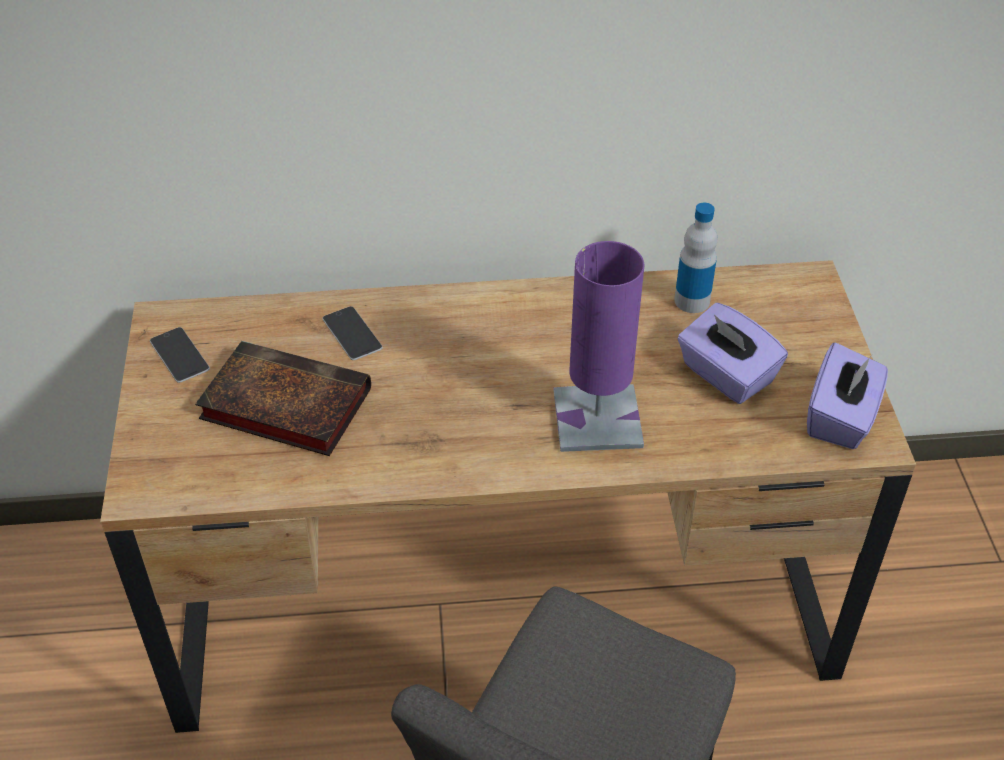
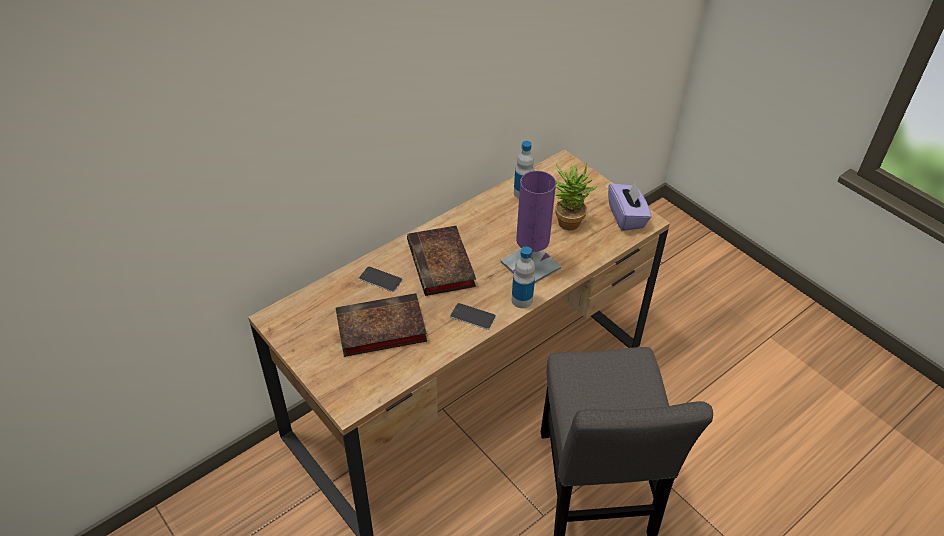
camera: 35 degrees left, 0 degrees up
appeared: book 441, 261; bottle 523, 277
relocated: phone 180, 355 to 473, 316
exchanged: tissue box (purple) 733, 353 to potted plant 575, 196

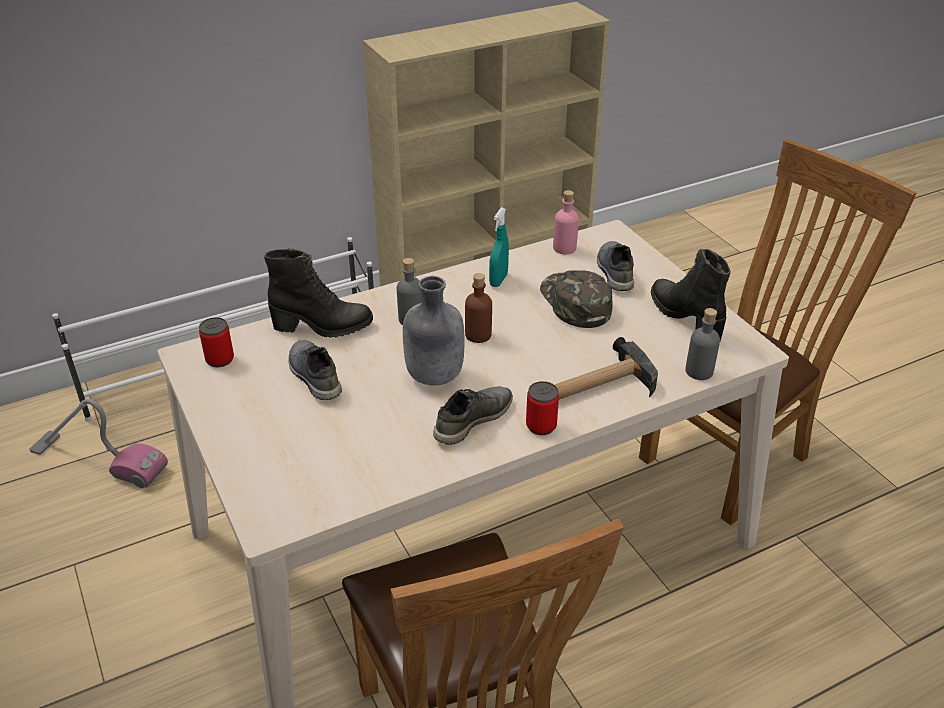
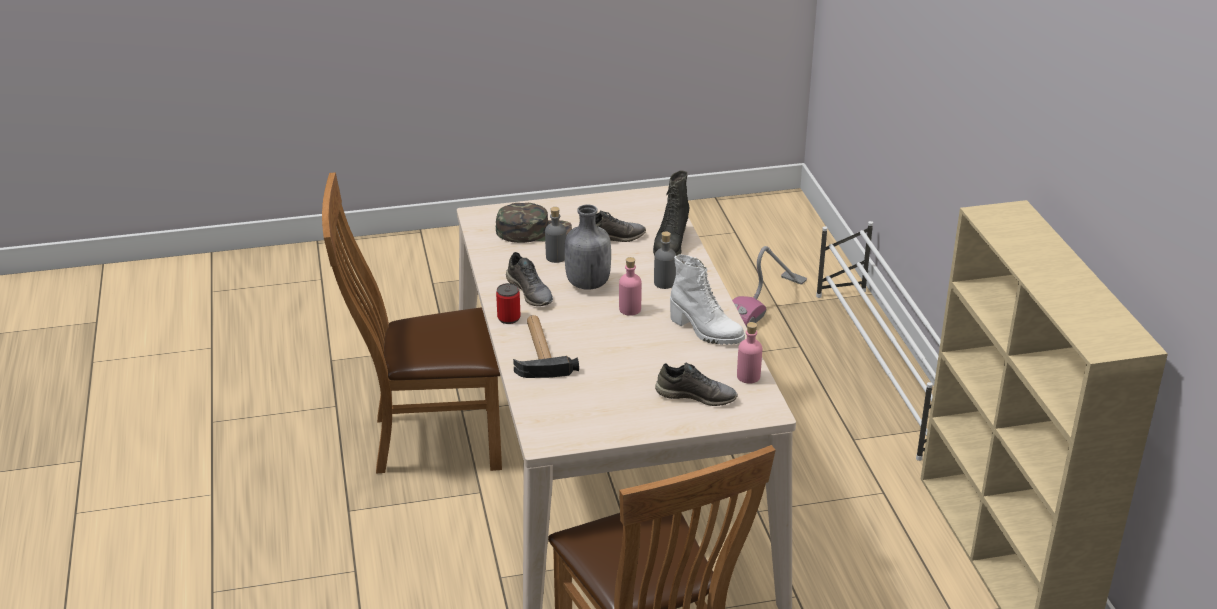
camera: 105 degrees right, 5 degrees down
missing: can 216, 342; boot (black) 691, 295
relocated: cap (green) 576, 299 to 534, 223; bottle (grey) 702, 344 to 555, 235
exchanged: spray bottle (turquoise) 499, 247 to boot (white) 707, 300
colour: bottle (brown) 478, 308 to bottle (pink) 630, 286

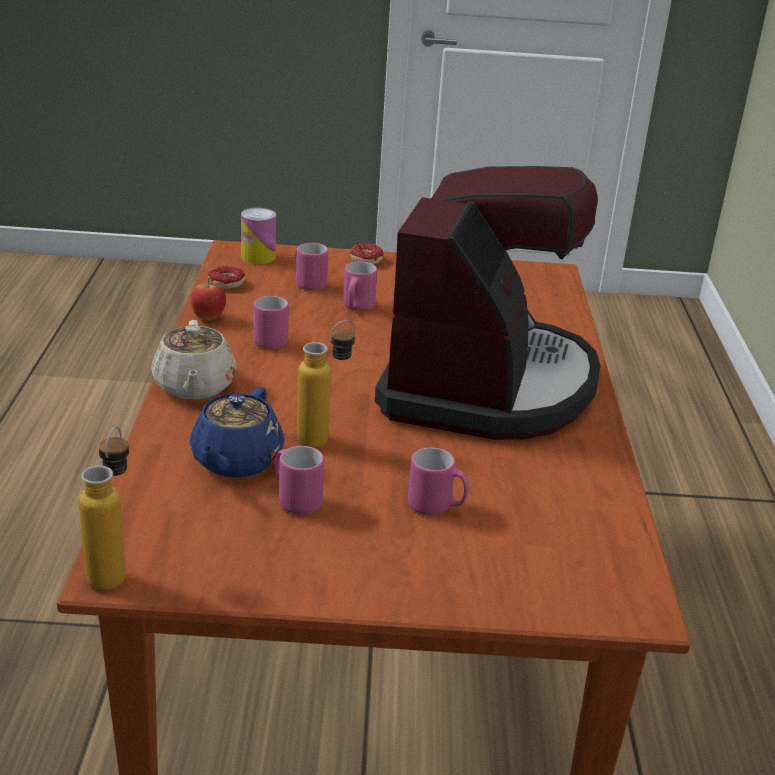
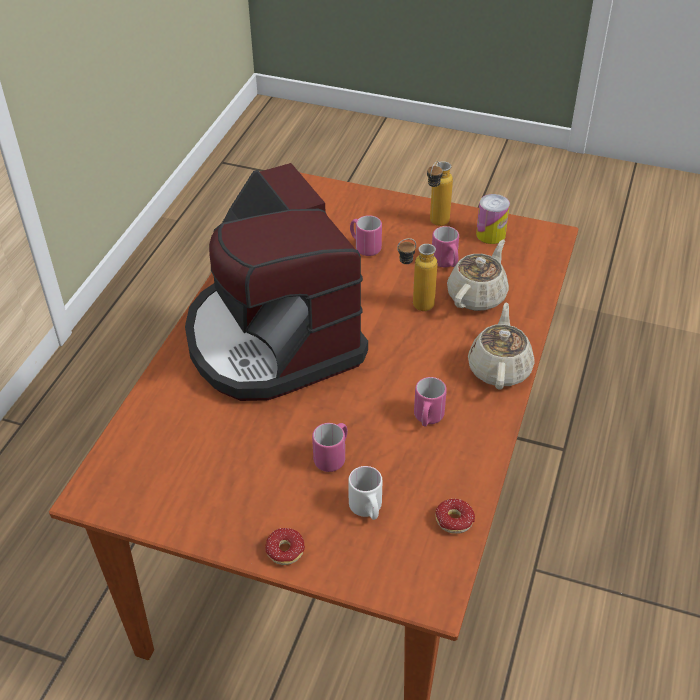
camera: 160 degrees left, 15 degrees up
missing: apple 208, 299
relocated: bottle 104, 509 to 440, 193; can 258, 236 to 493, 219
colour: teapot (blue) 237, 432 to teapot (beige) 478, 275; mug (pink) 311, 266 to mug (white) 365, 493
spun: coffee machine 487, 303 = 276, 282 60 degrees counterclockwise

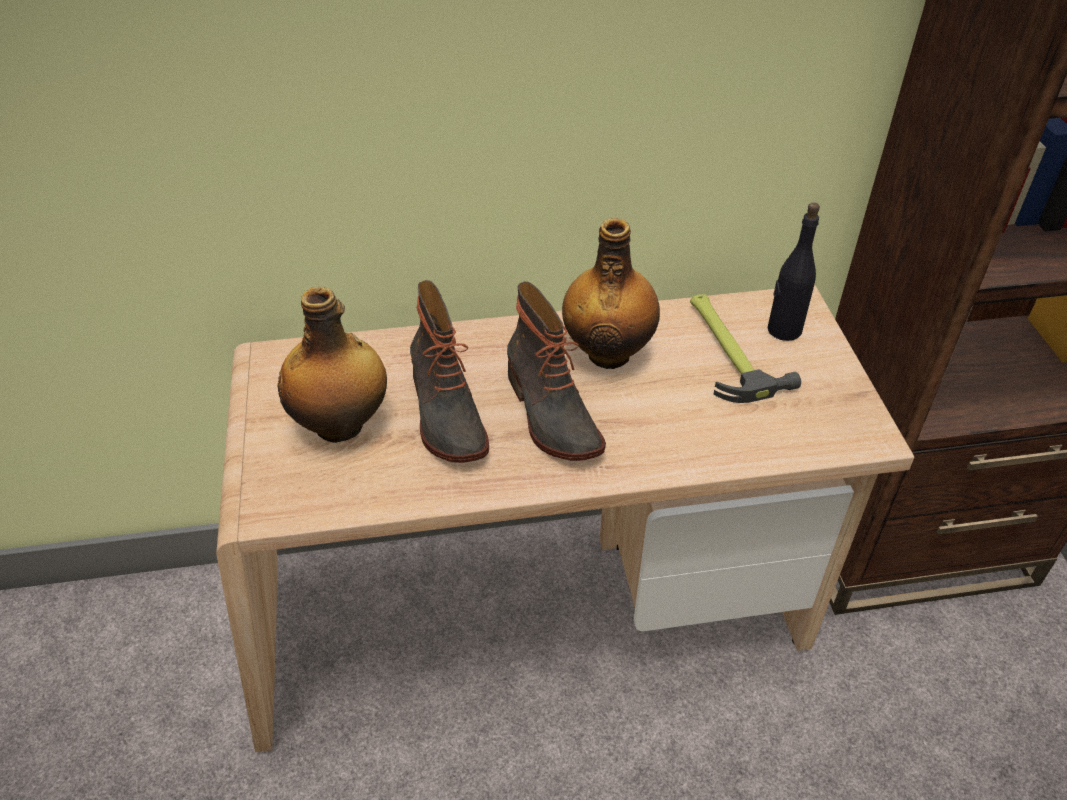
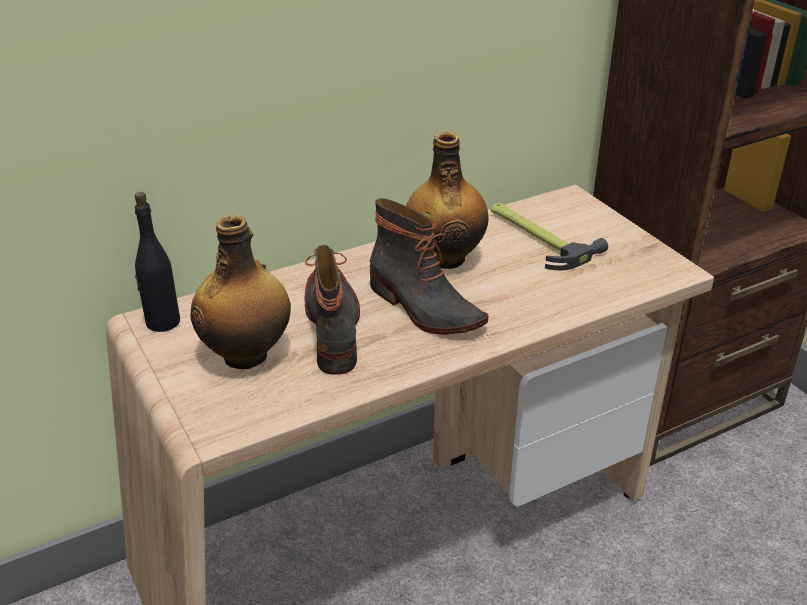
camera: 20 degrees left, 10 degrees down
relocated: bottle (black) 794, 272 to 157, 262
spun: boot 449, 371 = 332, 310 150 degrees counterclockwise

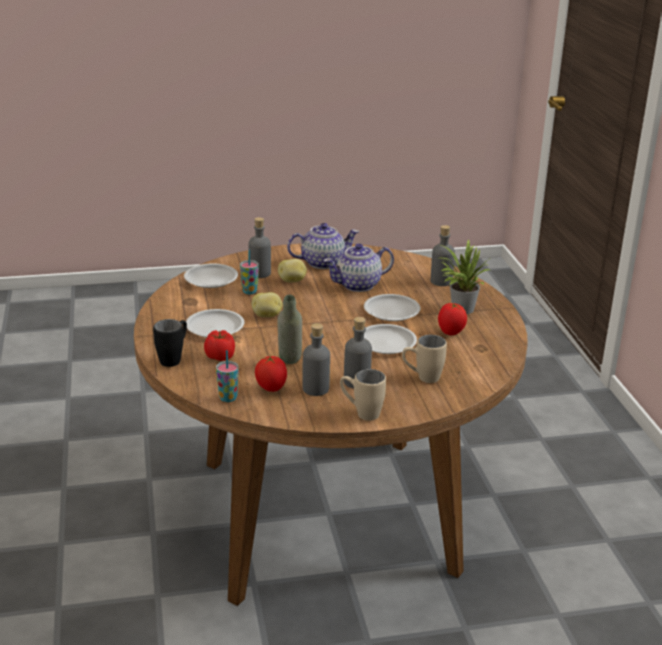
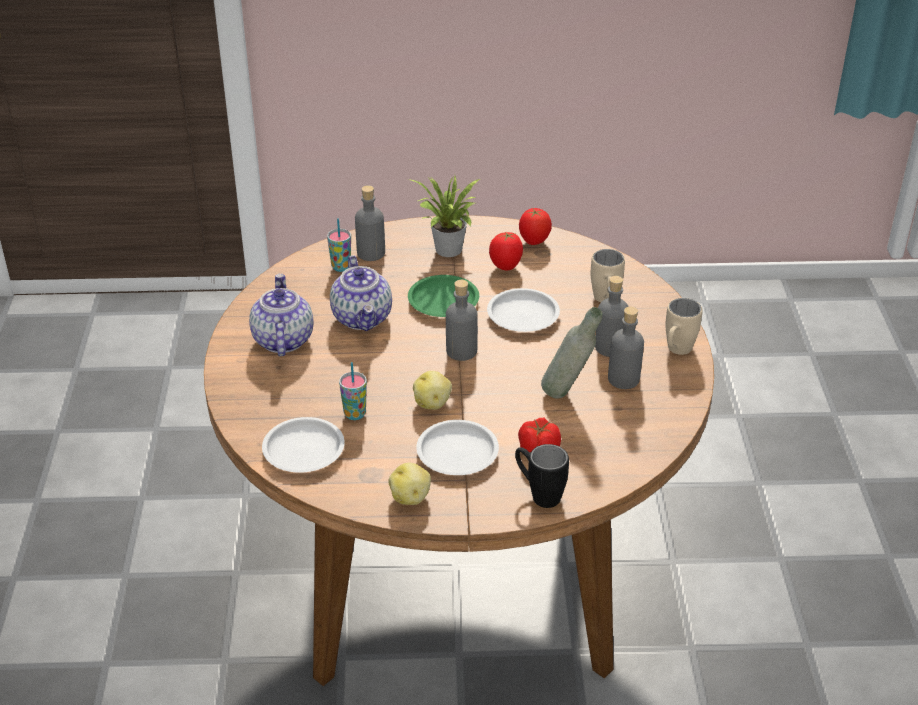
camera: 80 degrees left, 10 degrees up
relocated: cup 227, 376 to 339, 245; bottle (grey) 259, 247 to 462, 320; tomato 271, 373 to 535, 226; potato 292, 270 to 410, 484
colour: plate (white) 392, 307 to plate (green) 443, 296

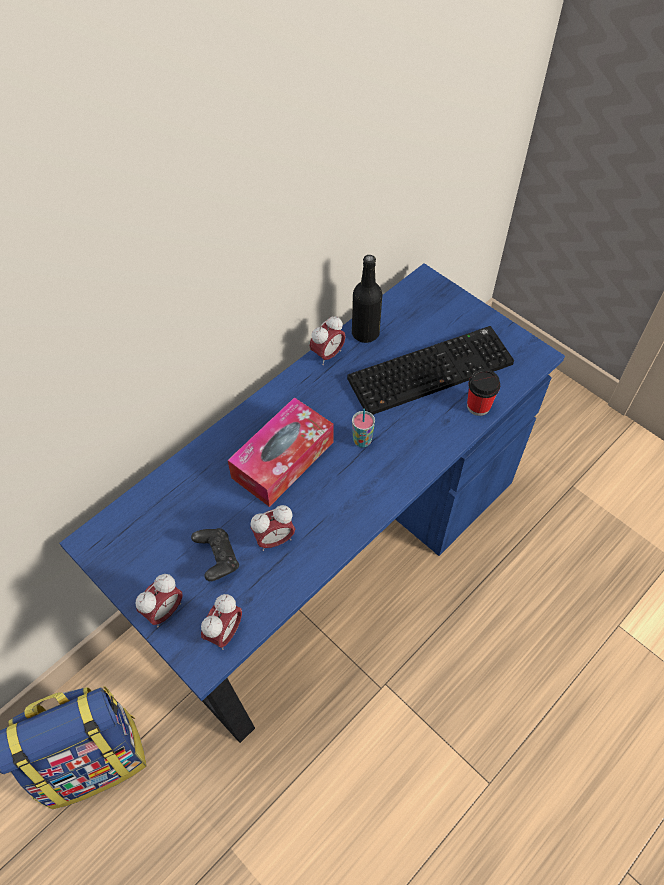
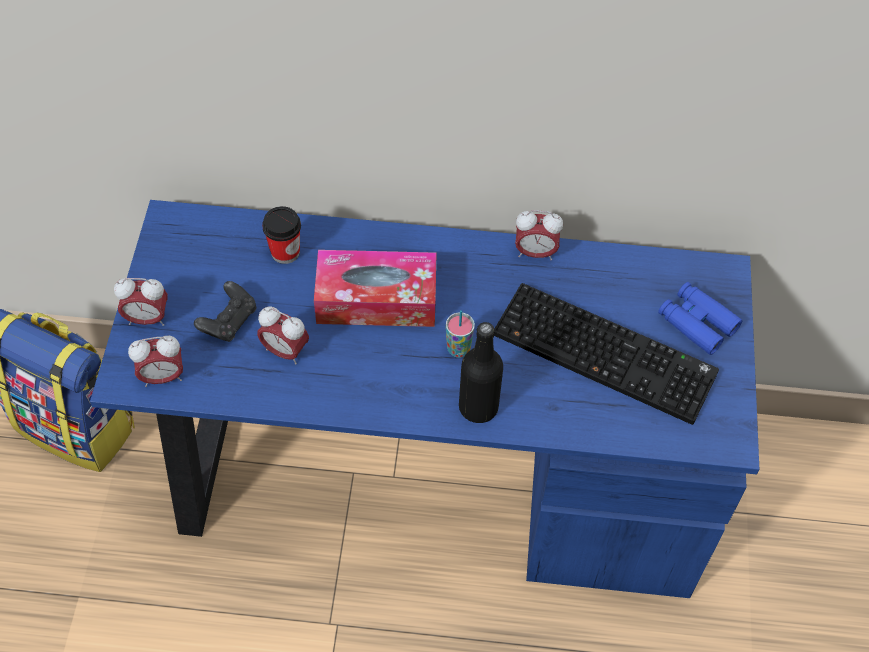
camera: 50 degrees right, 0 degrees up
appeared: binoculars (blue) 700, 318
relocated: bottle (black) 367, 299 to 481, 372; cup 483, 392 to 281, 235

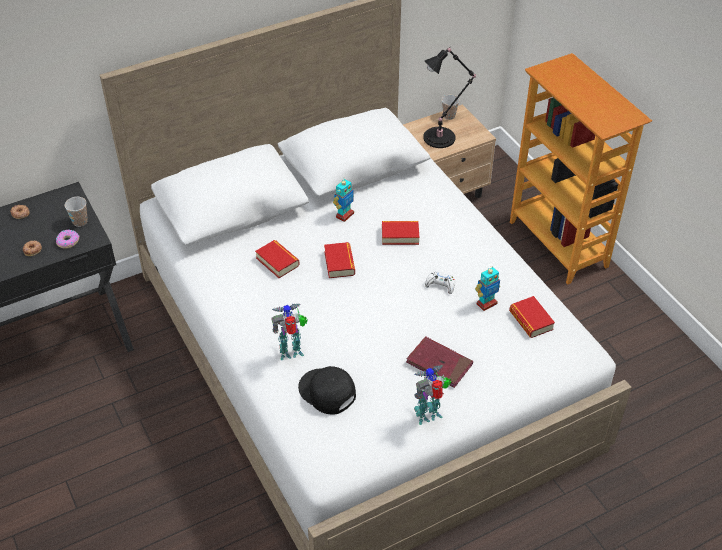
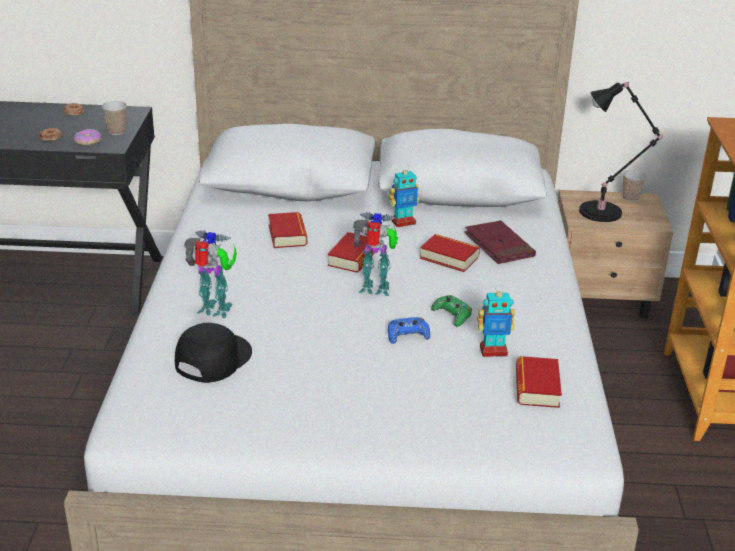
camera: 30 degrees right, 15 degrees down
appeared: game controller (blue) 409, 330
relocated: book (red) 439, 362 to 500, 242; toy robot 433, 395 to 375, 254
colour: game controller (white) 440, 283 to game controller (green) 451, 311
spun: cap (black) 327, 390 = 213, 353 45 degrees clockwise

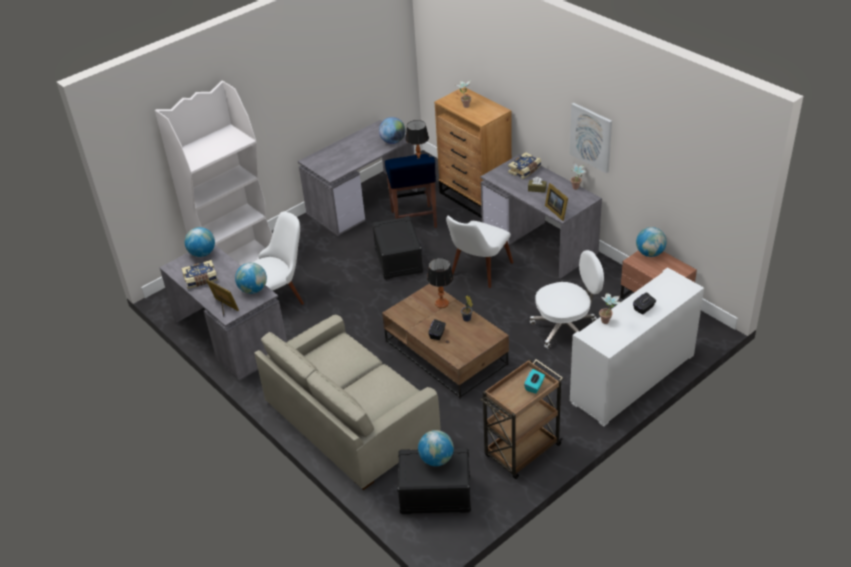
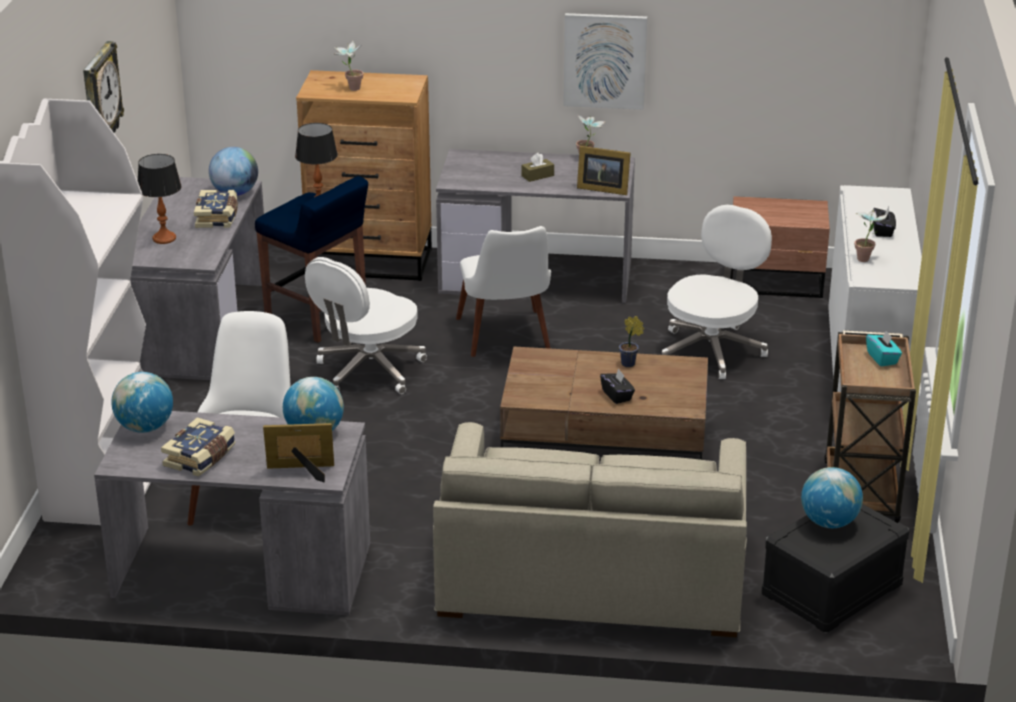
camera: 45 degrees left, 10 degrees down
missing: globe 651, 242
appeared: wall clock 103, 87
relocated: table lamp 440, 283 to 159, 199; book 524, 165 to 216, 209
exchanged: storage box (black) 397, 248 to office chair (white) 366, 325

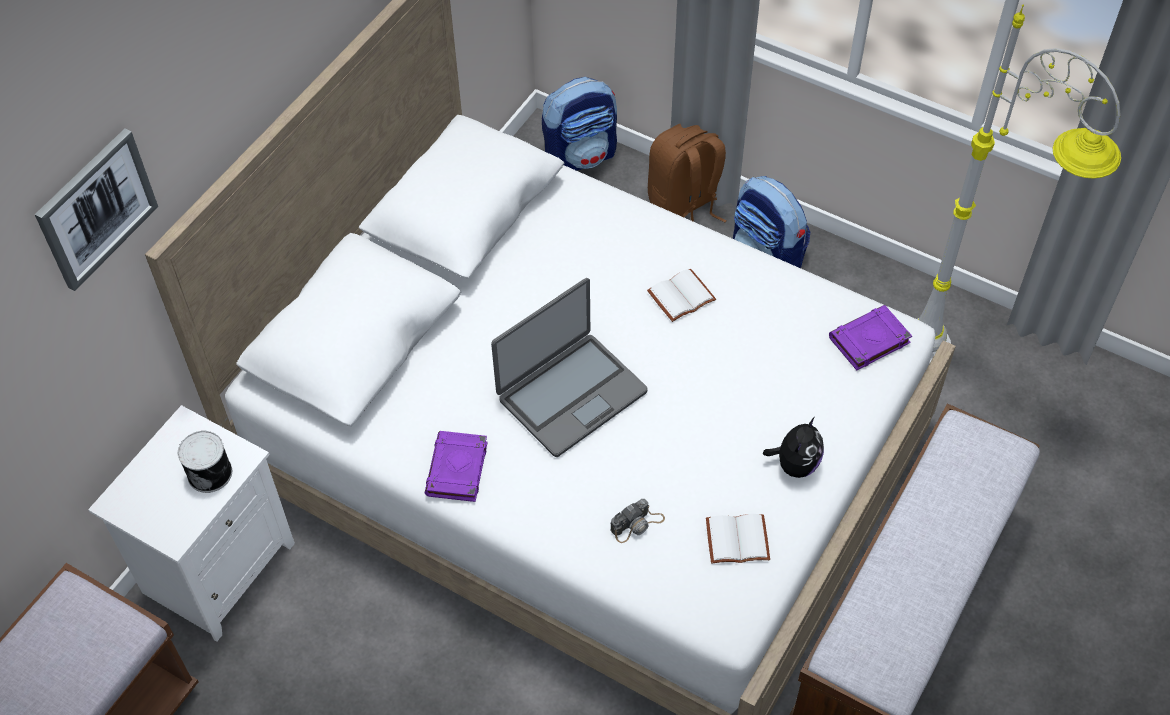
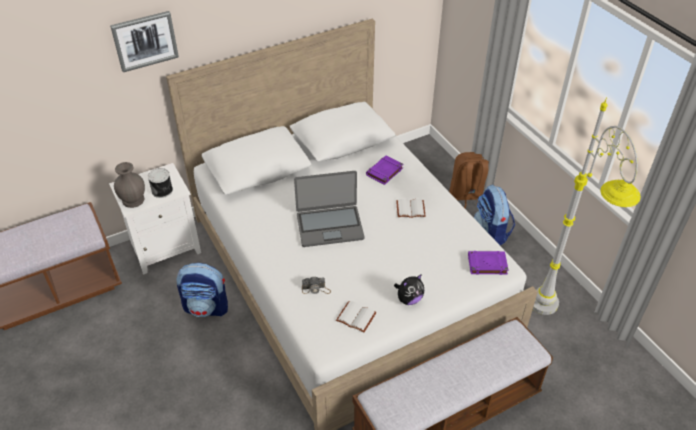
camera: 30 degrees right, 10 degrees down
appeared: vase (grey) 129, 185
relocated: book (purple) 456, 466 to 385, 170; backpack 579, 124 to 202, 290

